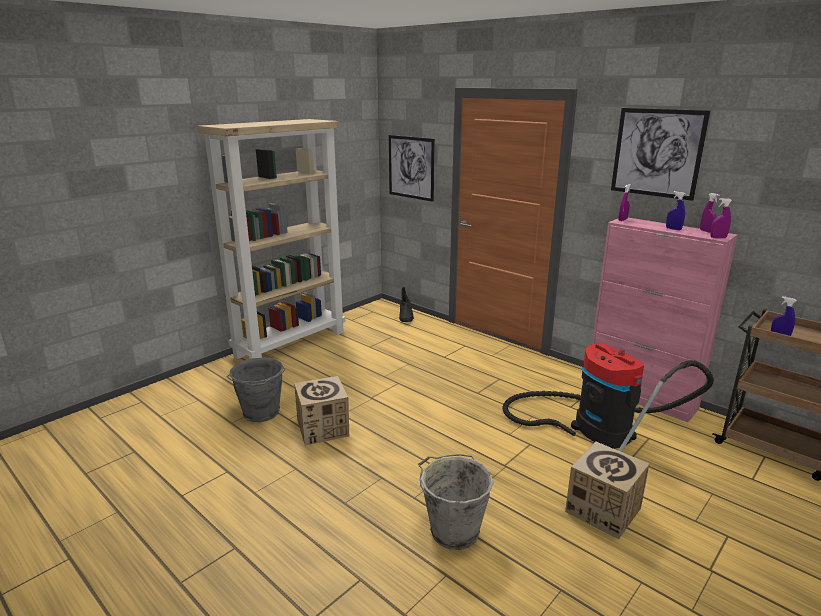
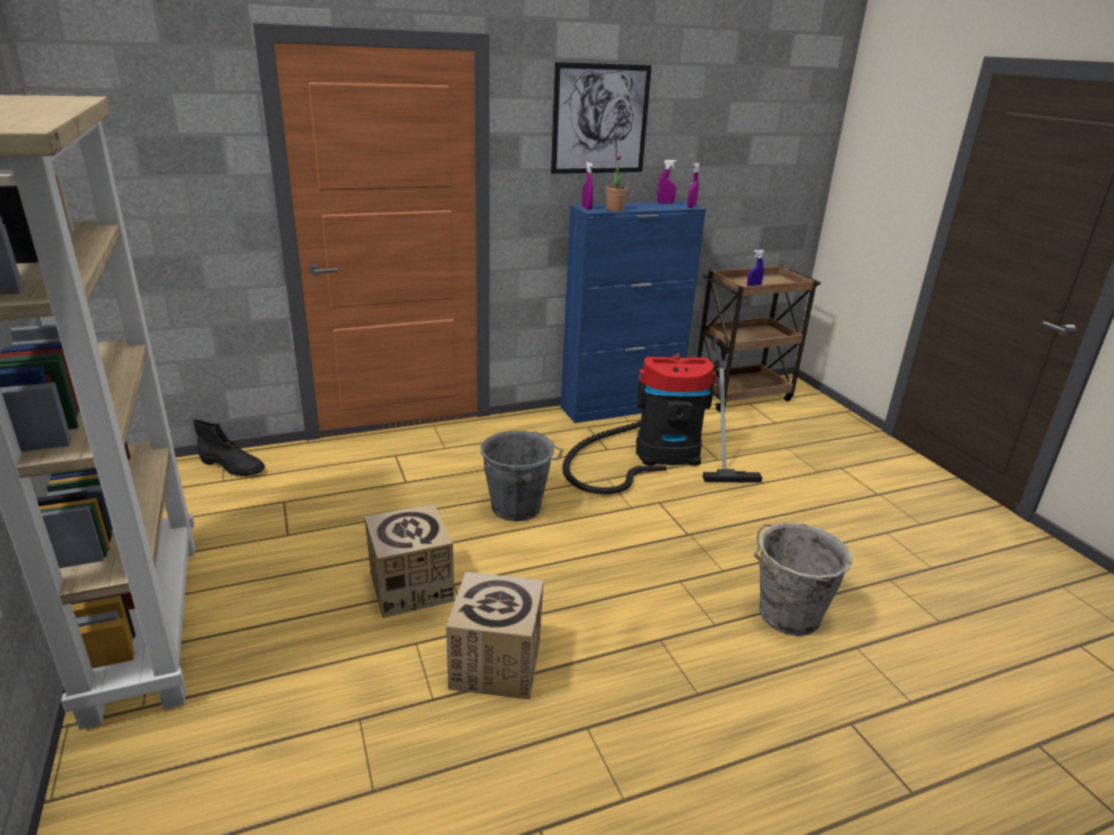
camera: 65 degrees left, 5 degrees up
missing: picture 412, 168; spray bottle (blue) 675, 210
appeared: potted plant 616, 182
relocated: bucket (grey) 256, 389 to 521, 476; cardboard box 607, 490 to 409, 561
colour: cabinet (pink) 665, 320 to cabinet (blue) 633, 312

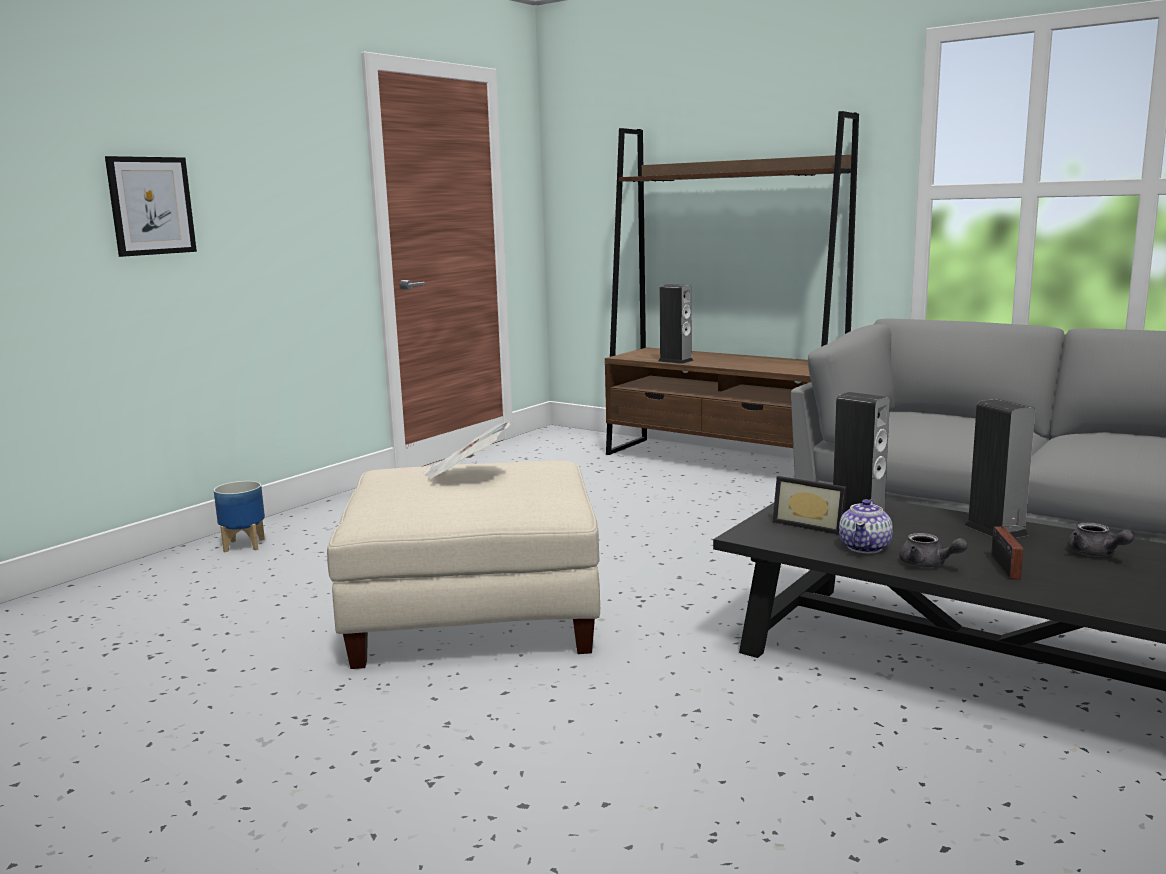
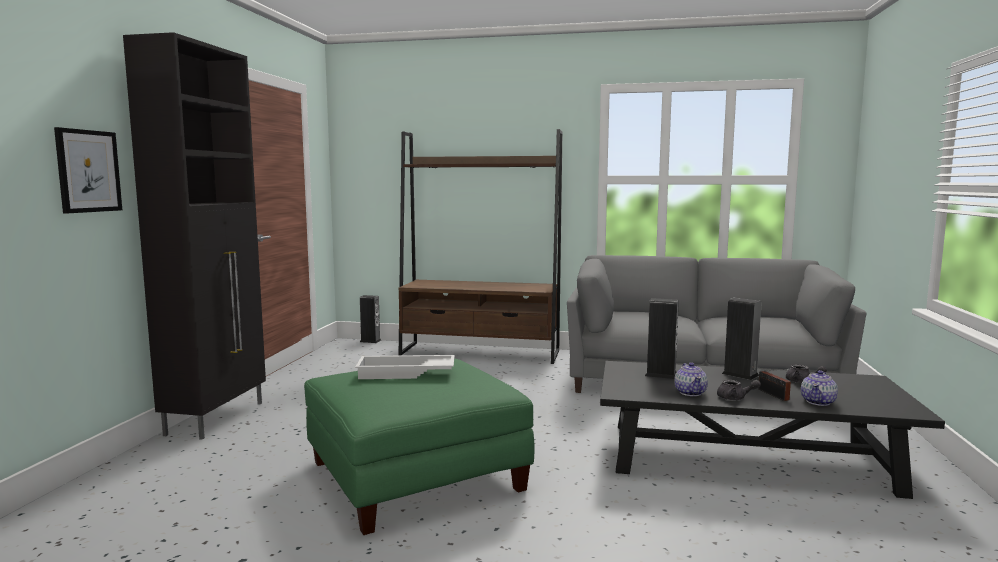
camera: 25 degrees left, 5 degrees down
missing: planter 239, 516; picture frame 809, 505
appeared: cabinet (black) 194, 236; teapot 819, 388
relocated: speaker 675, 324 to 370, 319
exchanged: newspaper 466, 450 to tray (white) 405, 367
colour: ottoman (beige) 463, 565 to ottoman (green) 419, 446

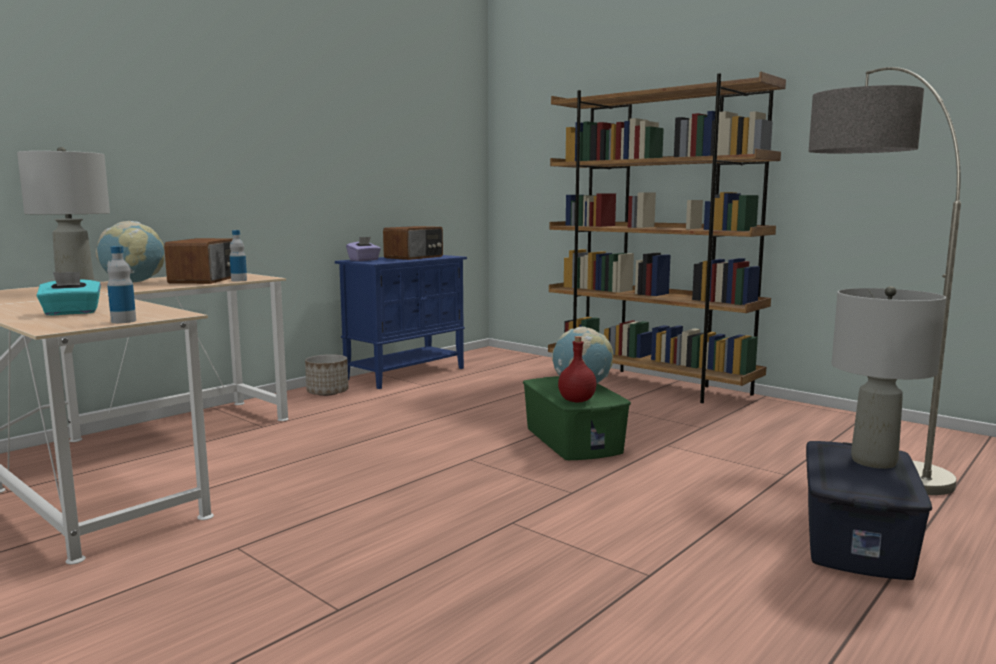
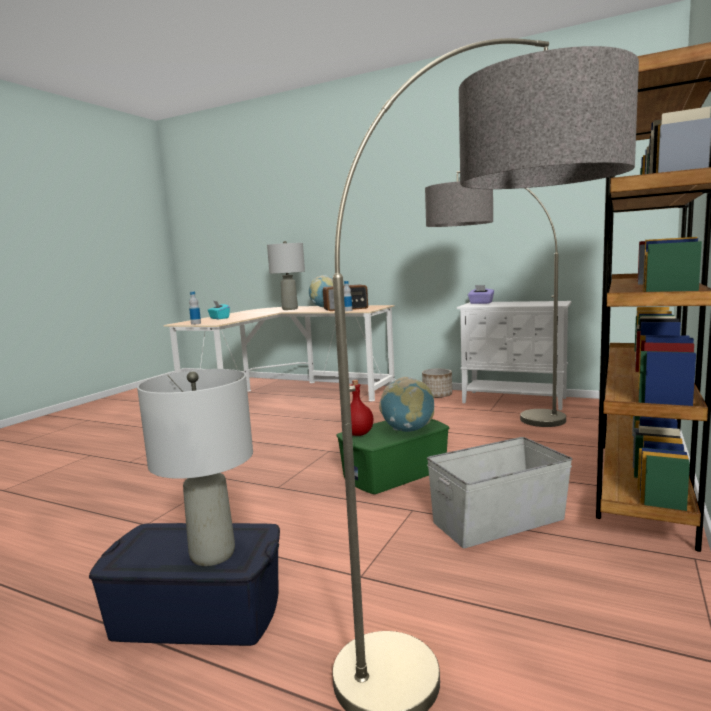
camera: 75 degrees right, 0 degrees up
missing: radio 413, 243
appeared: floor lamp 495, 299; storage box (grey) 499, 492
colour: cabinet (blue) 401, 322 to cabinet (white) 514, 355

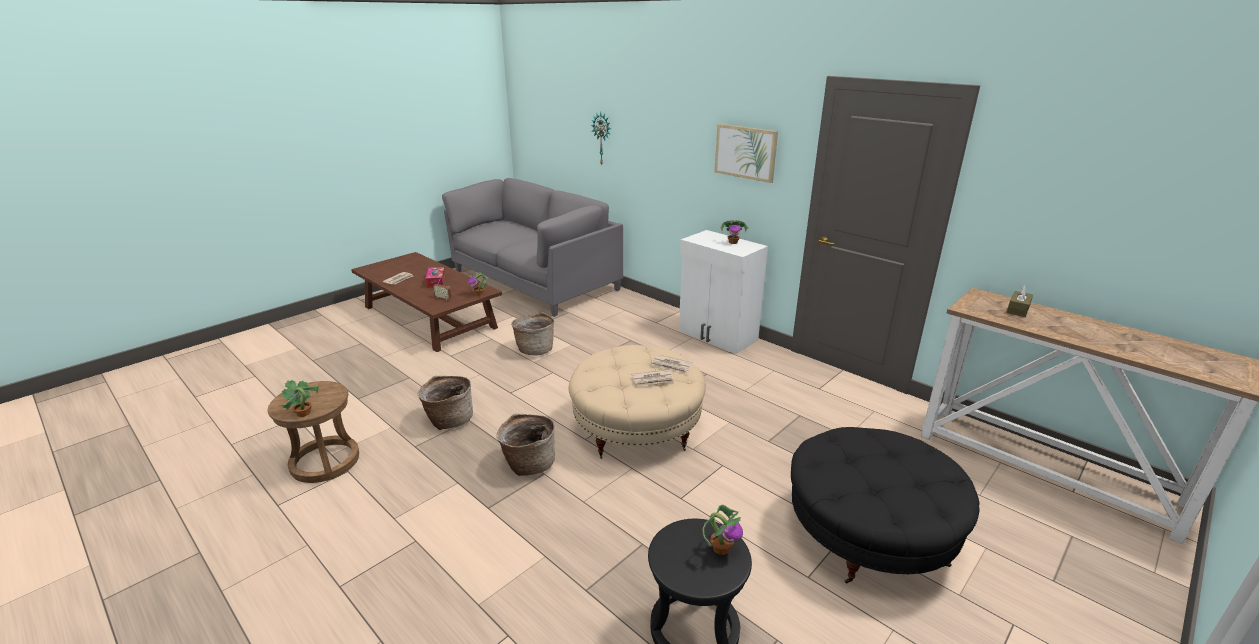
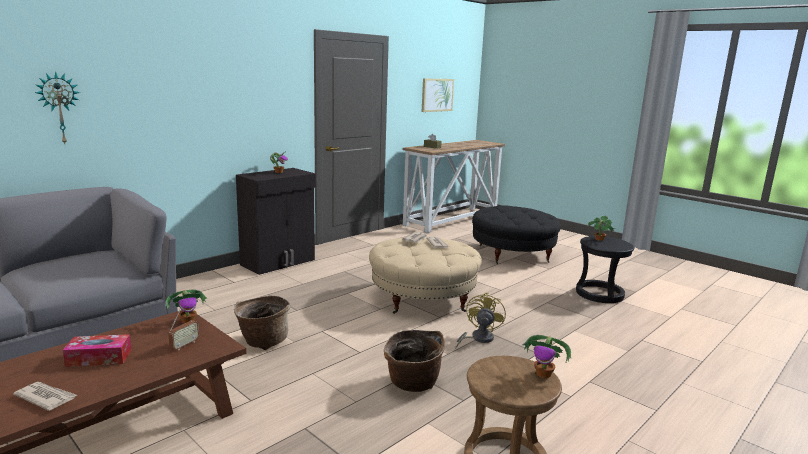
camera: 90 degrees left, 10 degrees down
relocated: picture 746, 153 to 438, 95
exchanged: basket 525, 445 to fan (yellow) 480, 320
colour: cabinet (white) 723, 292 to cabinet (black) 276, 221

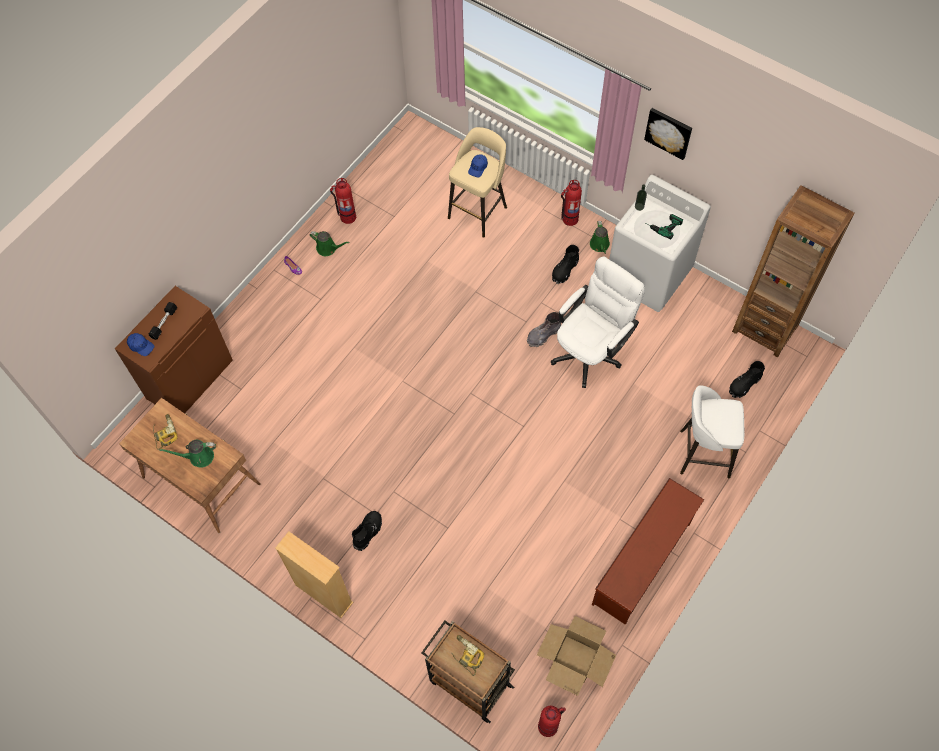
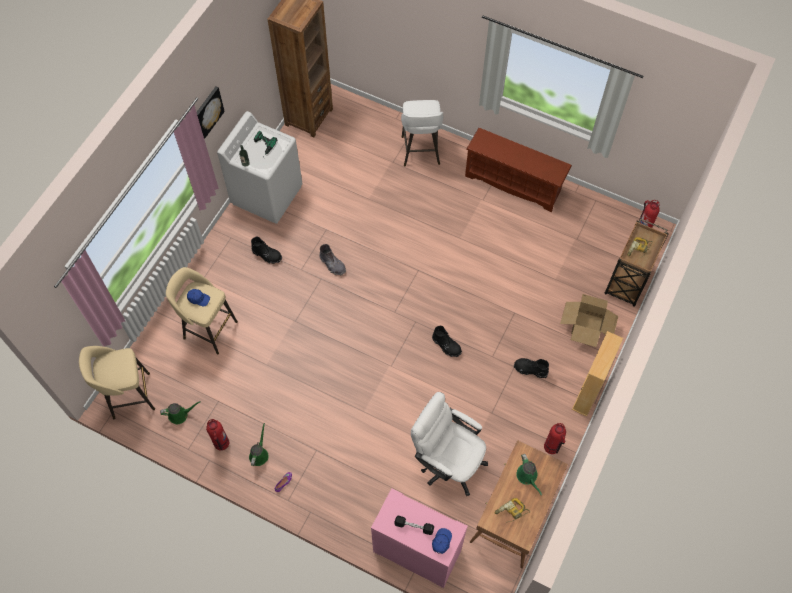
camera: 100 degrees left, 0 degrees up
appeared: stool (beige) 117, 382
relocated: cardboard box 576, 656 to 589, 320; office chair (white) 598, 322 to 449, 444; fire extinguisher 571, 203 to 555, 438; watering can (green) 600, 237 to 180, 412; boot (black) 747, 379 to 447, 341
colour: cabinet (brown) 174, 349 to cabinet (pink) 419, 538

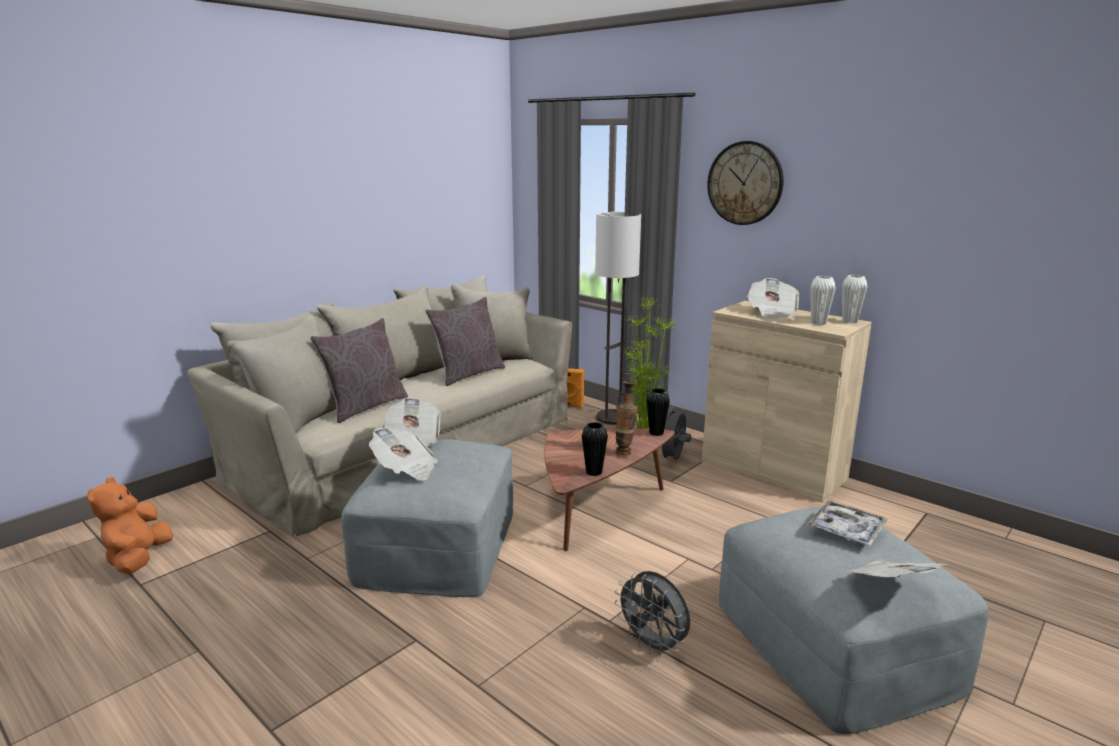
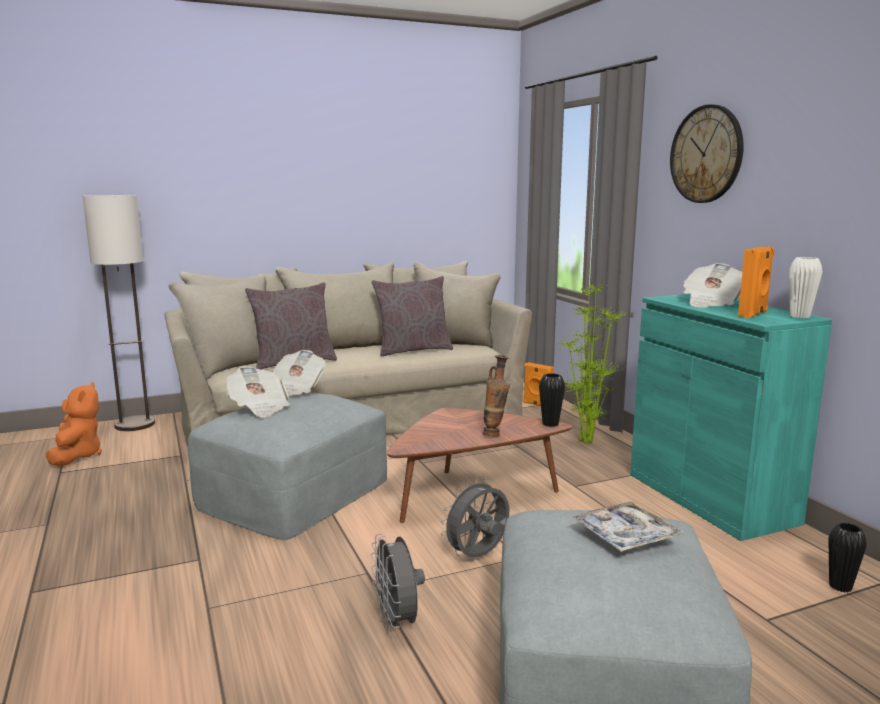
camera: 25 degrees right, 5 degrees down
missing: newspaper 898, 568
relocated: vase (black) 595, 449 to 848, 557; floor lamp 618, 318 to 119, 313; fan (grey) 675, 434 to 474, 518
exchanged: vase (white) 823, 300 to speaker (orange) 756, 282
colour: cabinet (beige) 787, 401 to cabinet (turquoise) 731, 417
spun: plush toy (orange) 130, 525 = 74, 424 150 degrees clockwise

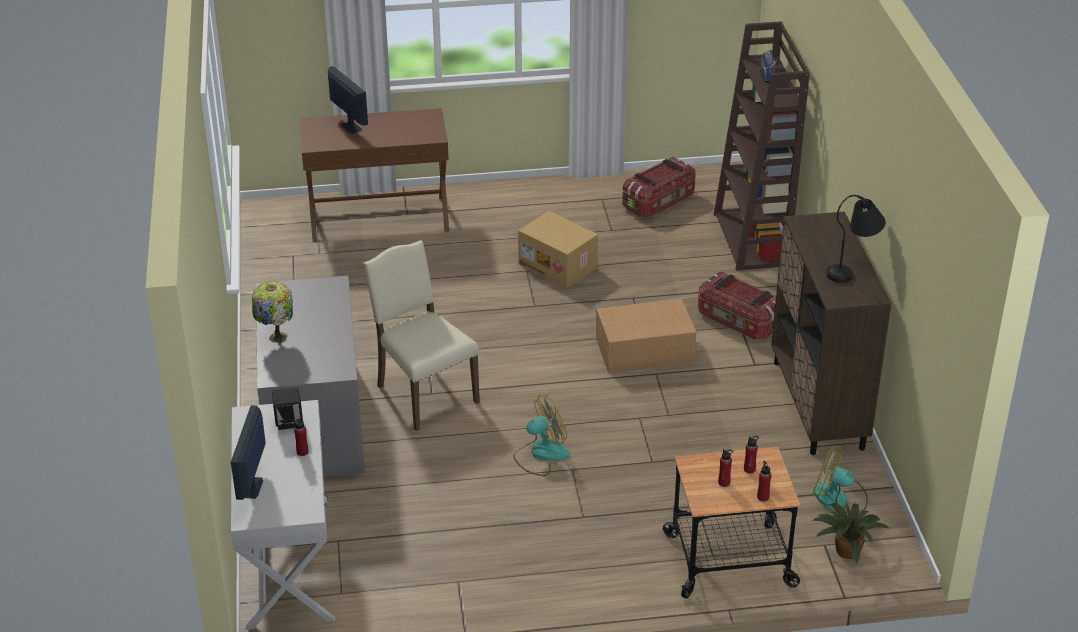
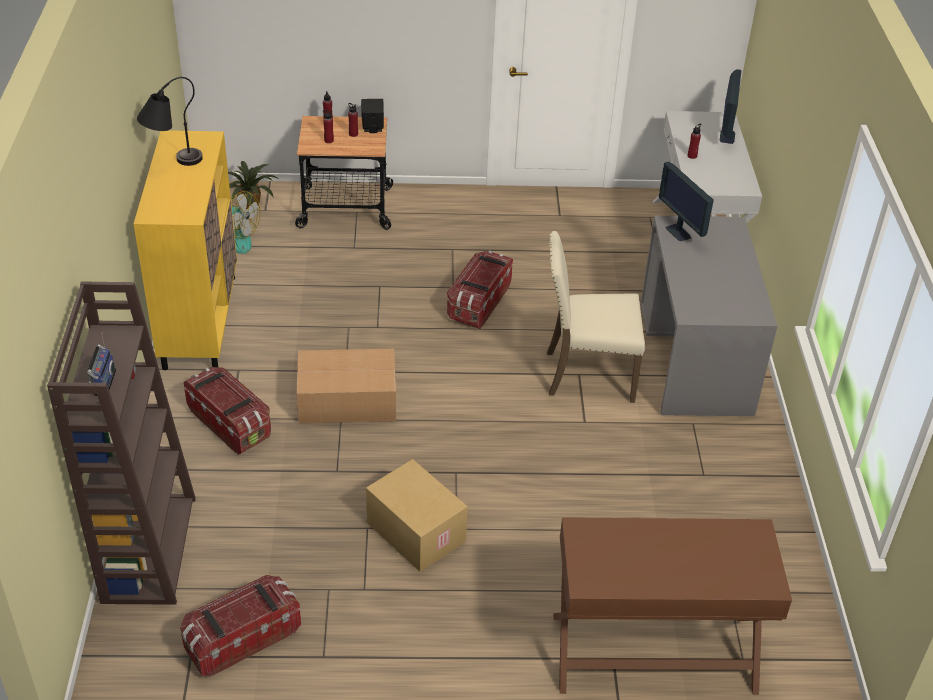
camera: 175 degrees left, 5 degrees up
missing: table lamp 272, 312
relocated: speaker (black) 287, 408 to 372, 116; monitor 348, 100 to 686, 201
exchanged: fan 541, 435 to storage box 480, 290
colour: cabinet (brown) 831, 333 to cabinet (yellow) 185, 250
spun: chair (beige) 421, 336 = 596, 317 120 degrees clockwise

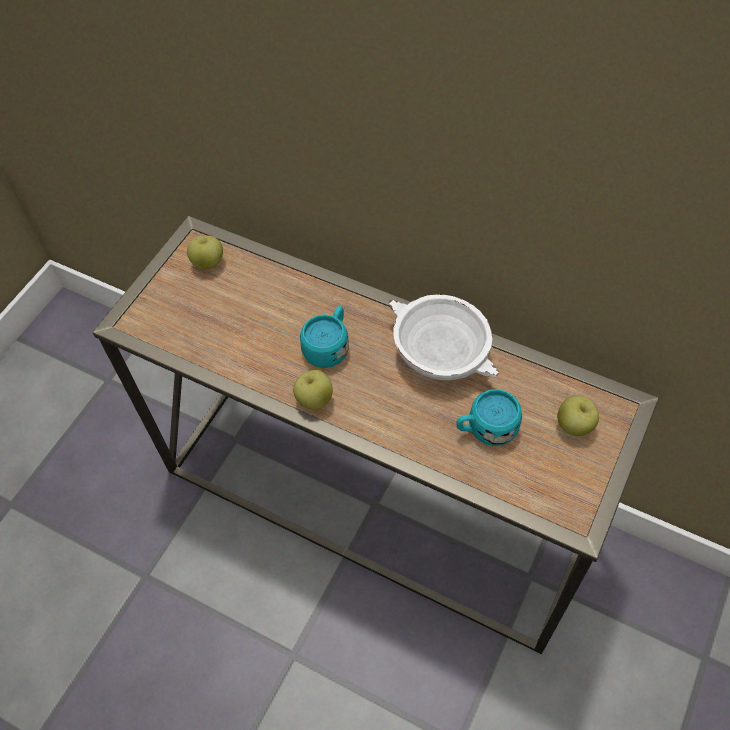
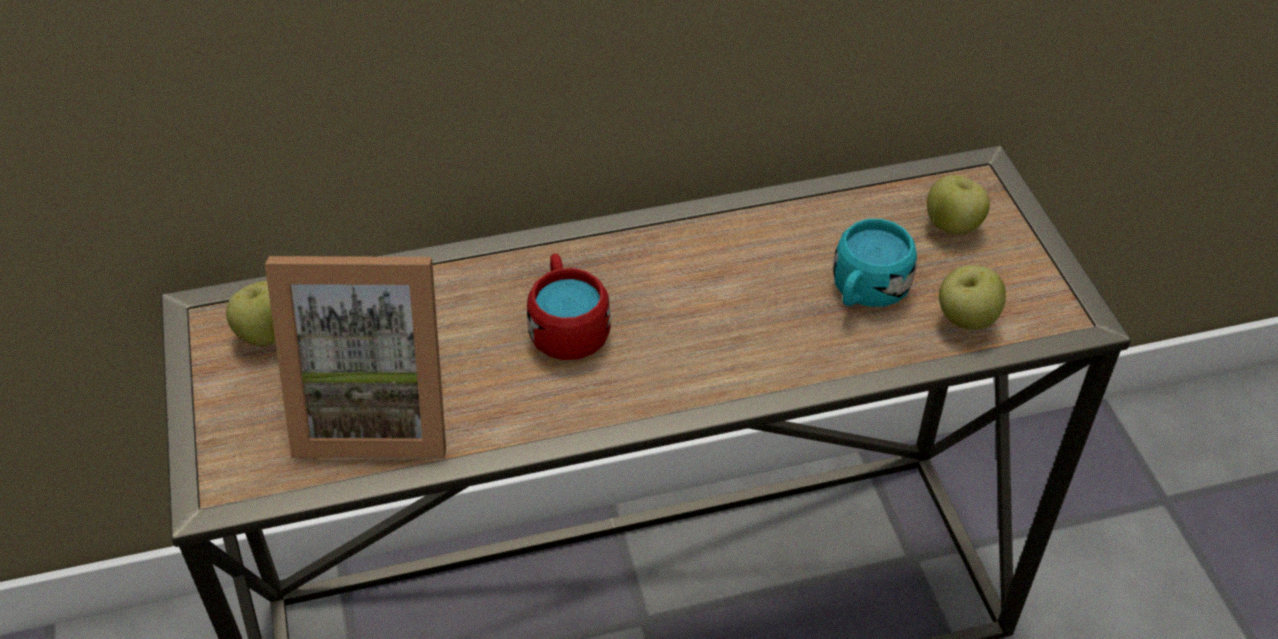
camera: 45 degrees left, 10 degrees down
missing: bowl (white) 444, 337
appeared: picture frame 355, 357
relocated: apple 313, 390 to 972, 297
colour: mug (turquoise) 324, 337 to mug (red) 569, 306

